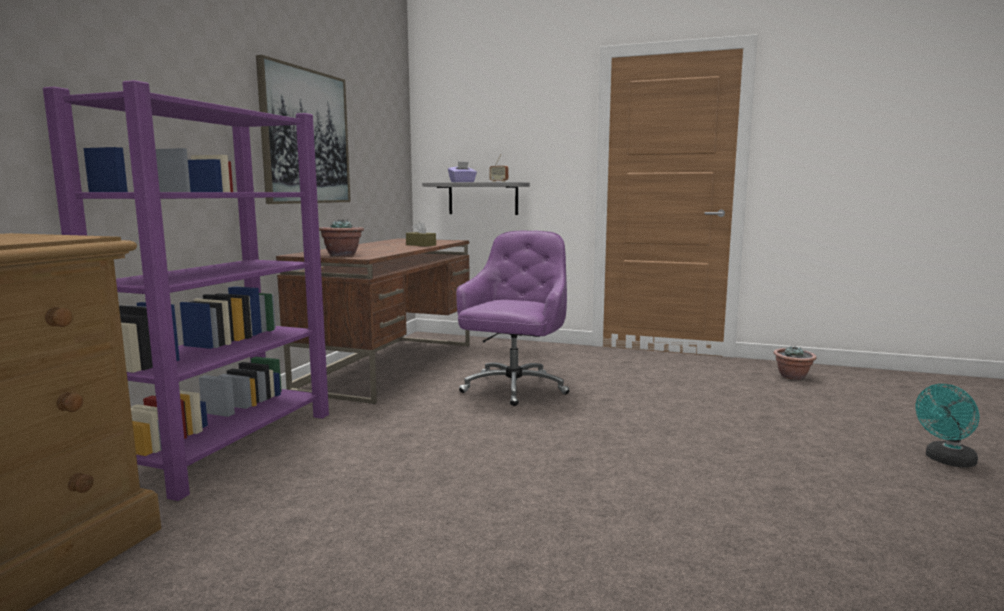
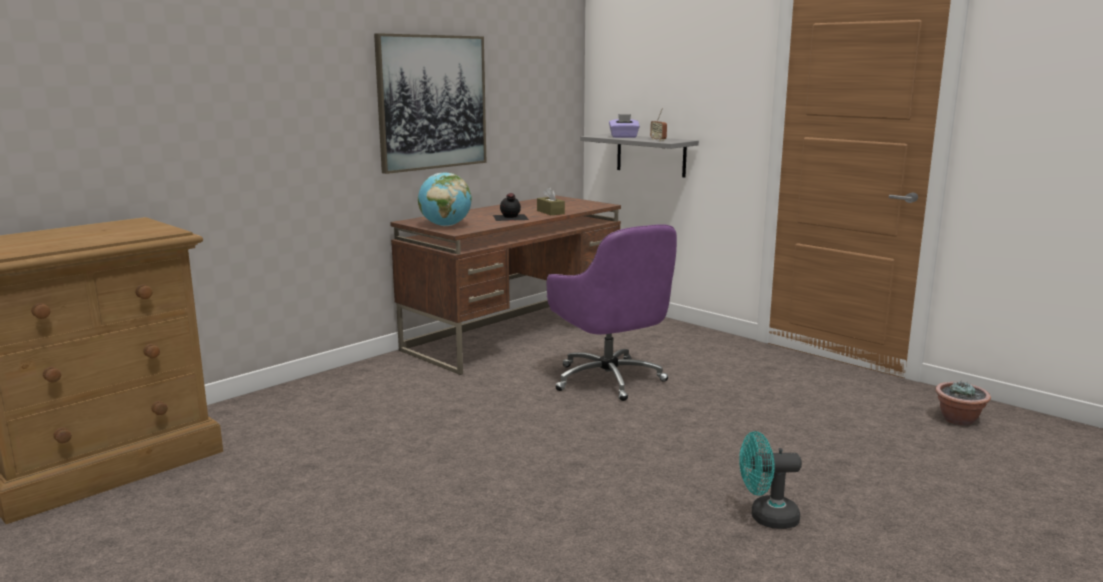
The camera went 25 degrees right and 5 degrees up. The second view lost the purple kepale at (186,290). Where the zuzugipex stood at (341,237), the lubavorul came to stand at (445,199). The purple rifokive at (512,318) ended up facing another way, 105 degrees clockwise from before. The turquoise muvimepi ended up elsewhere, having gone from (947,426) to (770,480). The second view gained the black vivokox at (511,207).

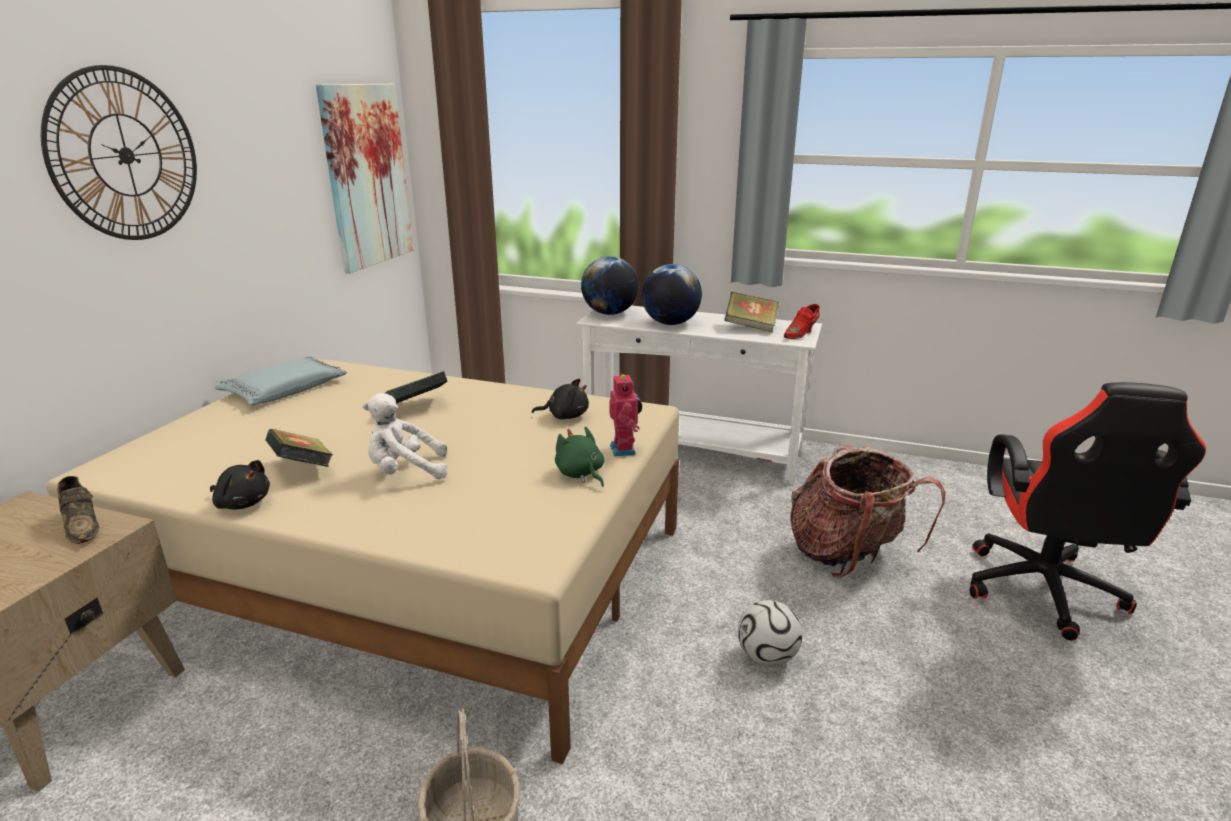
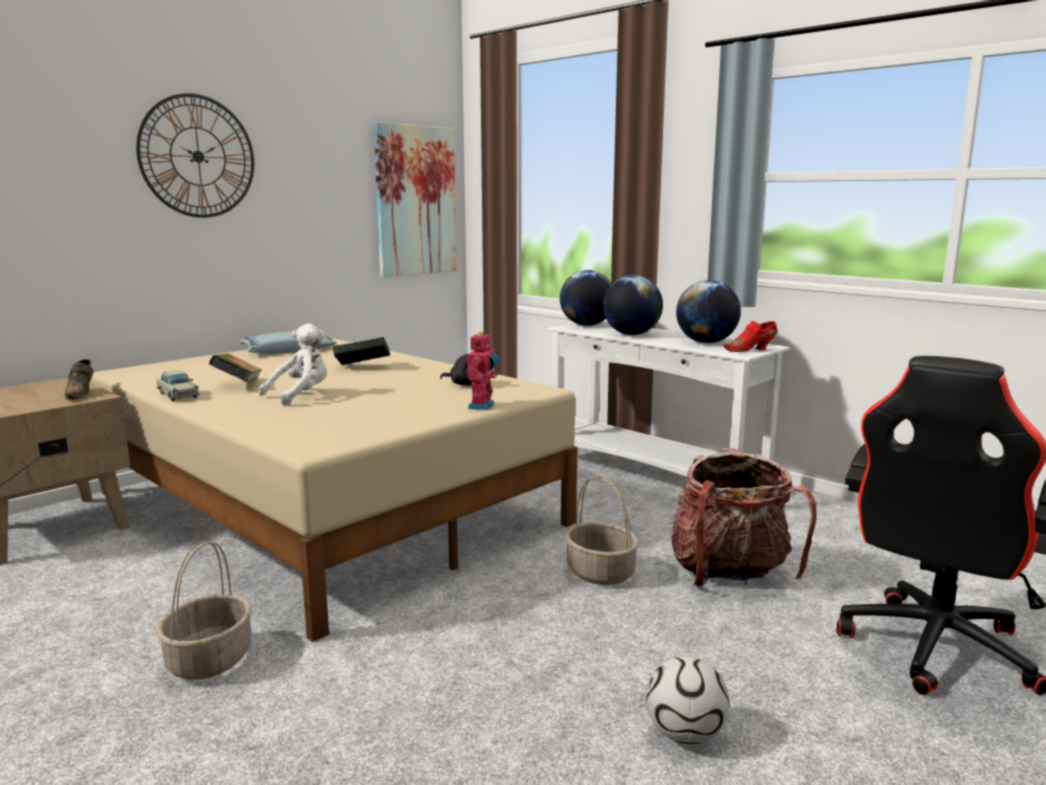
The camera went 25 degrees right and 10 degrees down. Where the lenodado stood at (751,312), the lubavorul came to stand at (708,311). The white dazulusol at (405,436) ended up facing another way, 120 degrees clockwise from before. The second view lost the green dazulusol at (579,457). Where the black dazulusol stood at (240,485), the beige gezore came to stand at (178,385). The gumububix ended up elsewhere, having gone from (770,633) to (687,700). The second view gained the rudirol at (602,530).

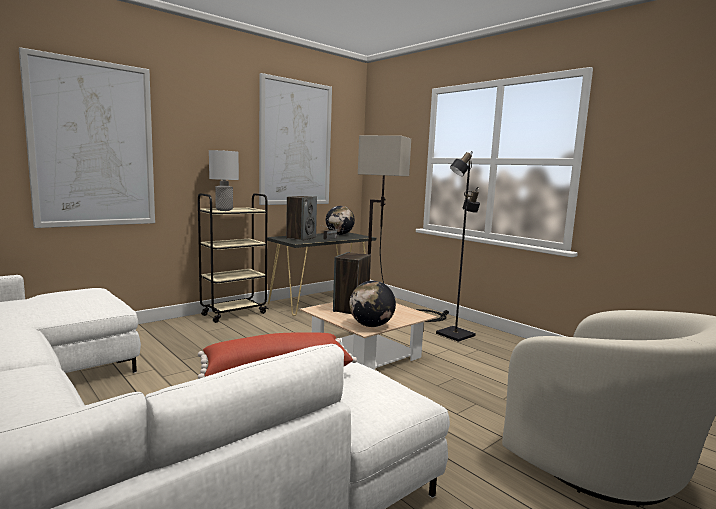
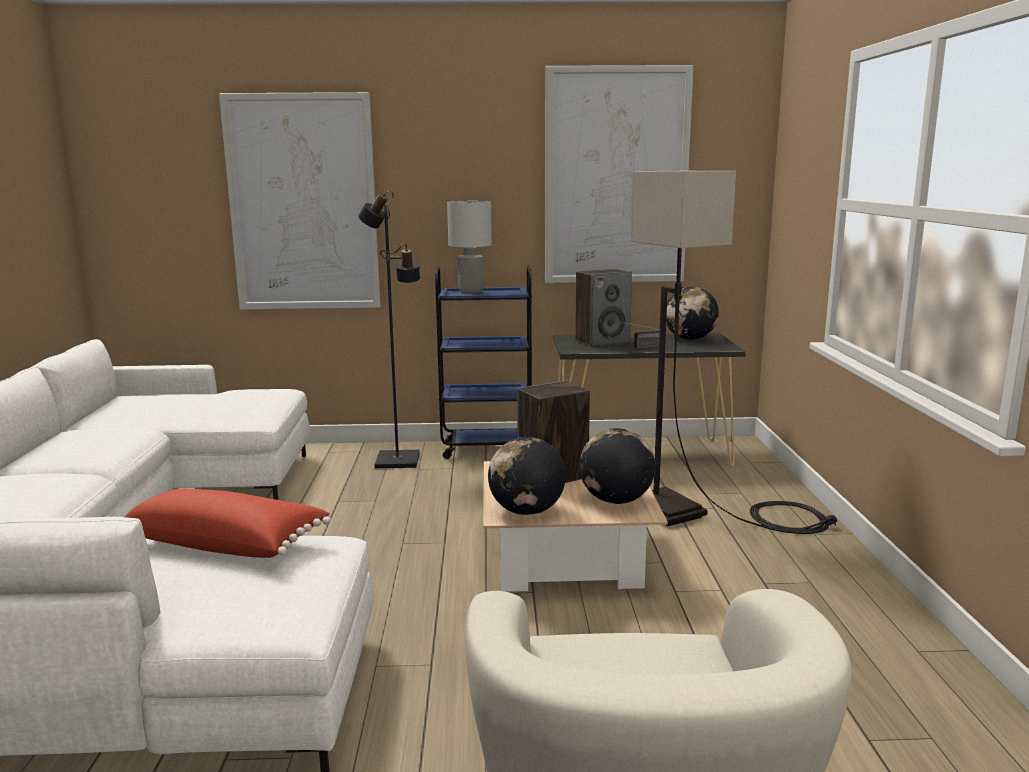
The camera went 40 degrees right and 5 degrees up. The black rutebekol ended up elsewhere, having gone from (458,246) to (389,329). What was the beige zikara at (233,258) turned into the blue zikara at (483,362). The second view gained the lubavorul at (617,466).

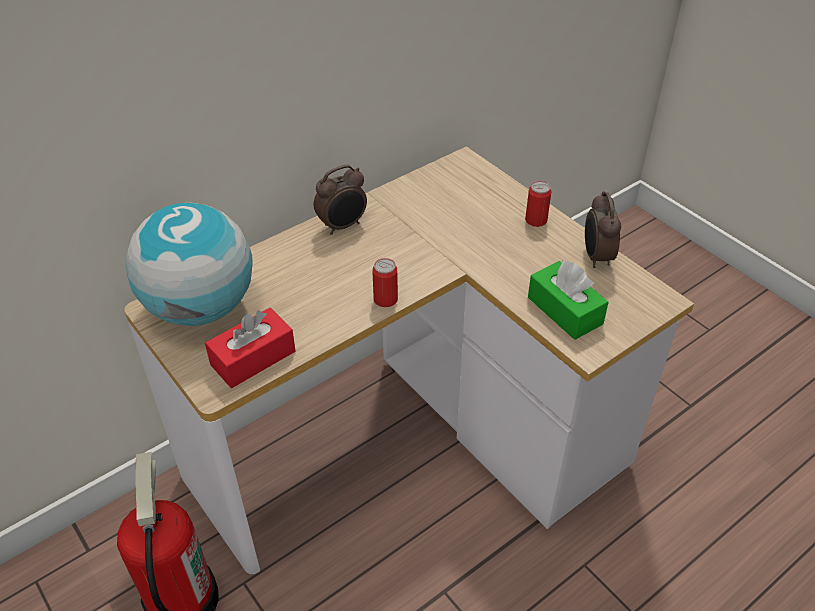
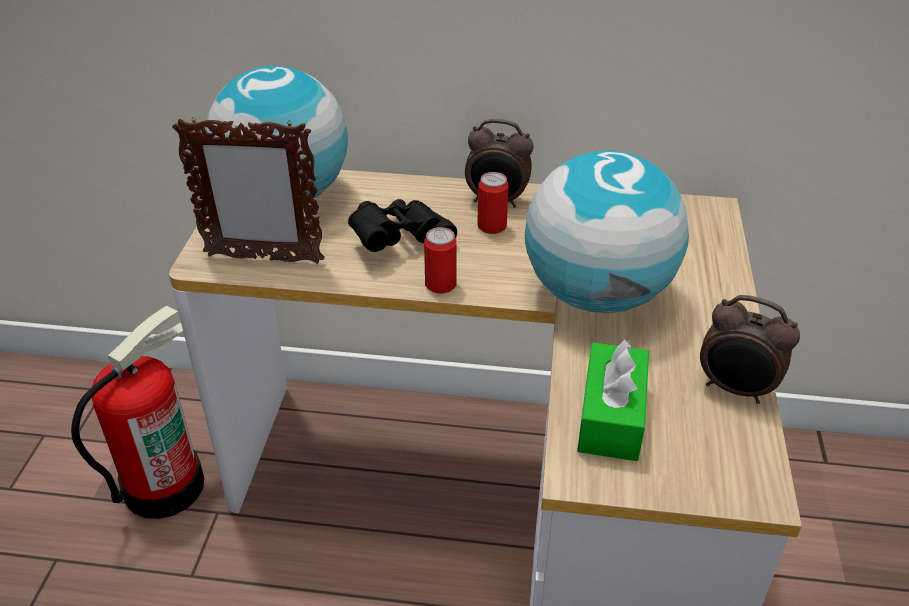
The camera went 45 degrees right and 5 degrees down. The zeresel ended up elsewhere, having gone from (538,204) to (493,203). The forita at (603,229) ended up facing another way, 105 degrees counterclockwise from before. Where the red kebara stood at (250,348), the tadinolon came to stand at (248,190). The second view gained the lubavorul at (607,231). The second view gained the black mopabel at (402,225).

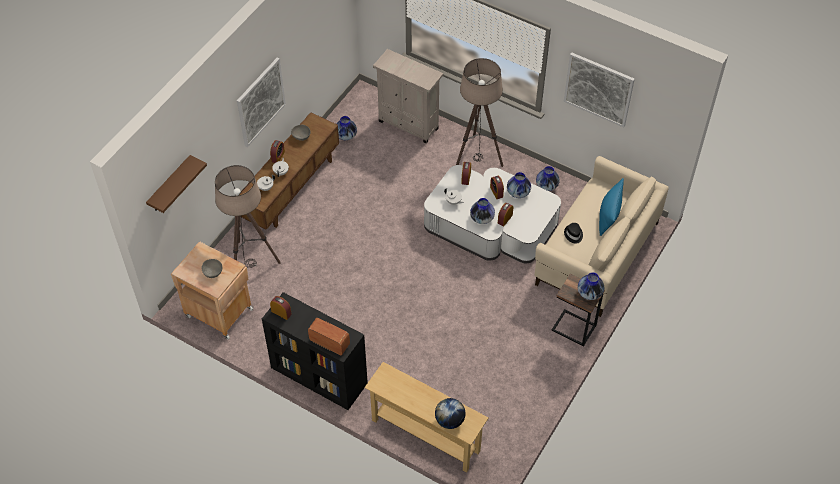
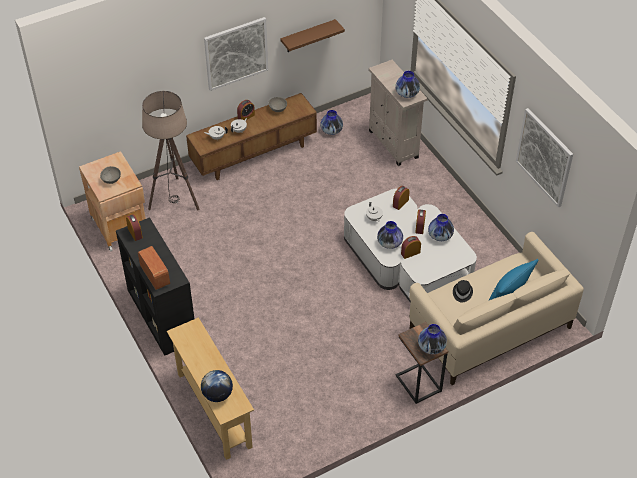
The camera went 30 degrees right and 5 degrees down. The second view lost the rutebekol at (479,112). The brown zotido ended up elsewhere, having gone from (176,184) to (312,35). The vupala ended up elsewhere, having gone from (548,178) to (407,84).

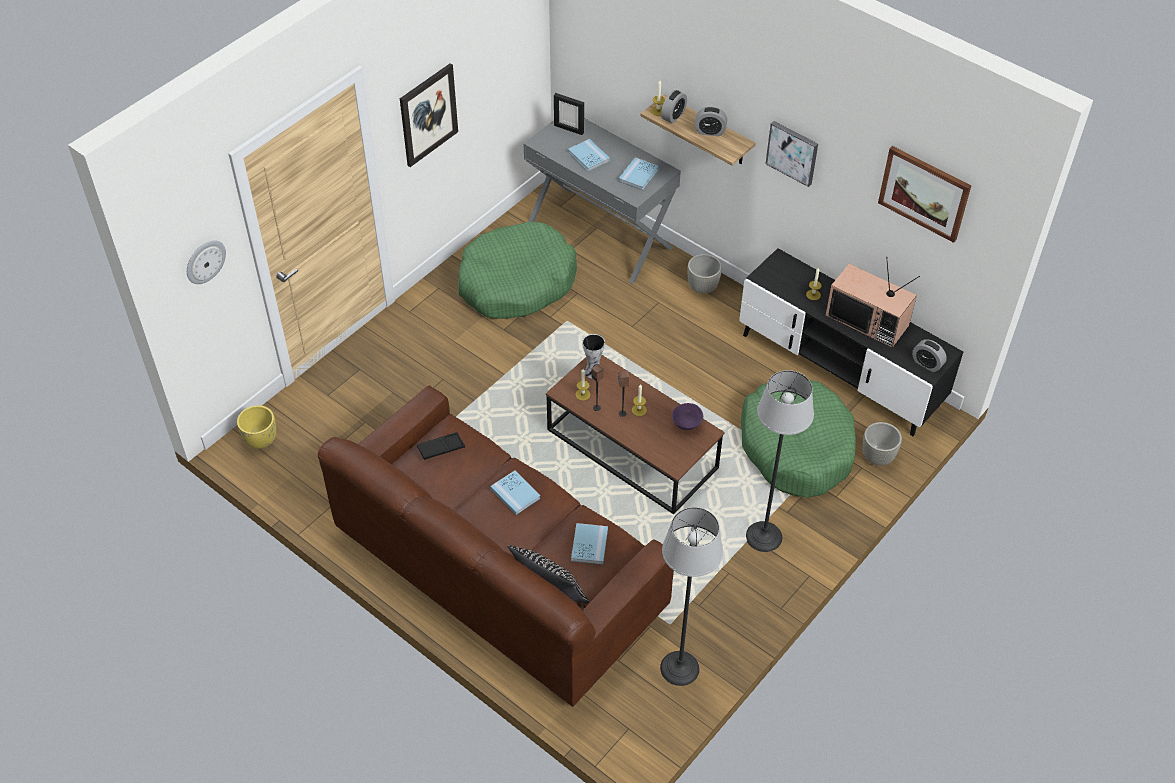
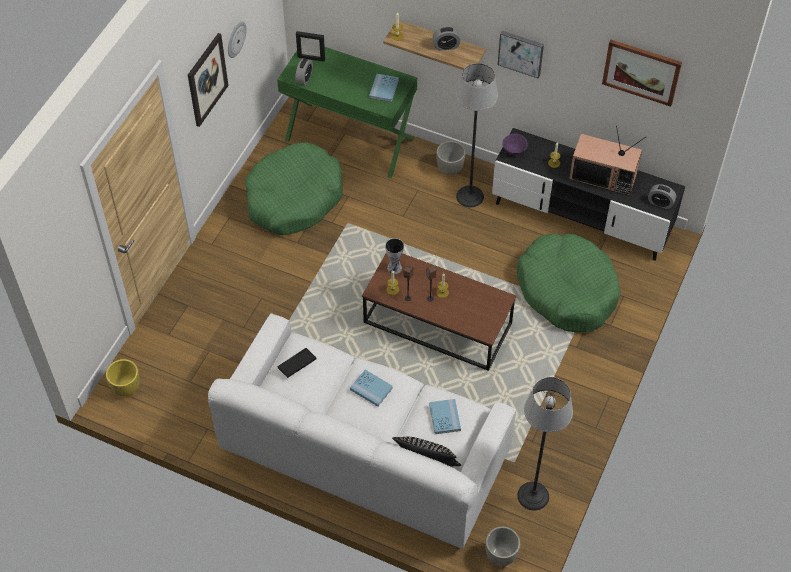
The camera went 15 degrees left and 5 degrees up. The forita ended up elsewhere, having gone from (674,107) to (304,71). What was the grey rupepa at (602,201) turned into the green rupepa at (347,112). The second view lost the blue lenodado at (589,155). The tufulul ended up elsewhere, having gone from (206,262) to (237,40). The rutebekol ended up elsewhere, having gone from (780,461) to (477,135). What was the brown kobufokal at (496,546) turned into the white kobufokal at (362,431). The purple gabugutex ended up elsewhere, having gone from (687,416) to (515,144). The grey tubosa ended up elsewhere, having gone from (882,444) to (502,546).

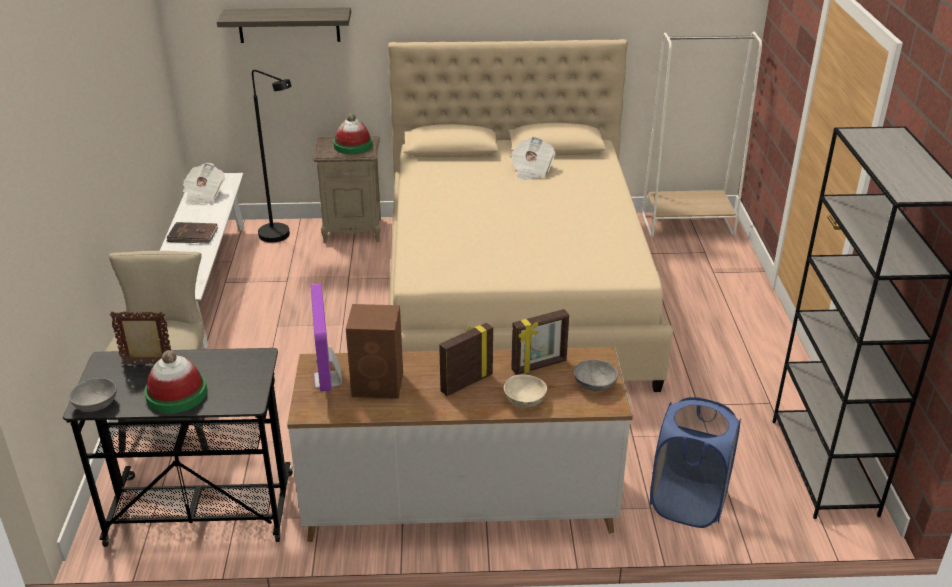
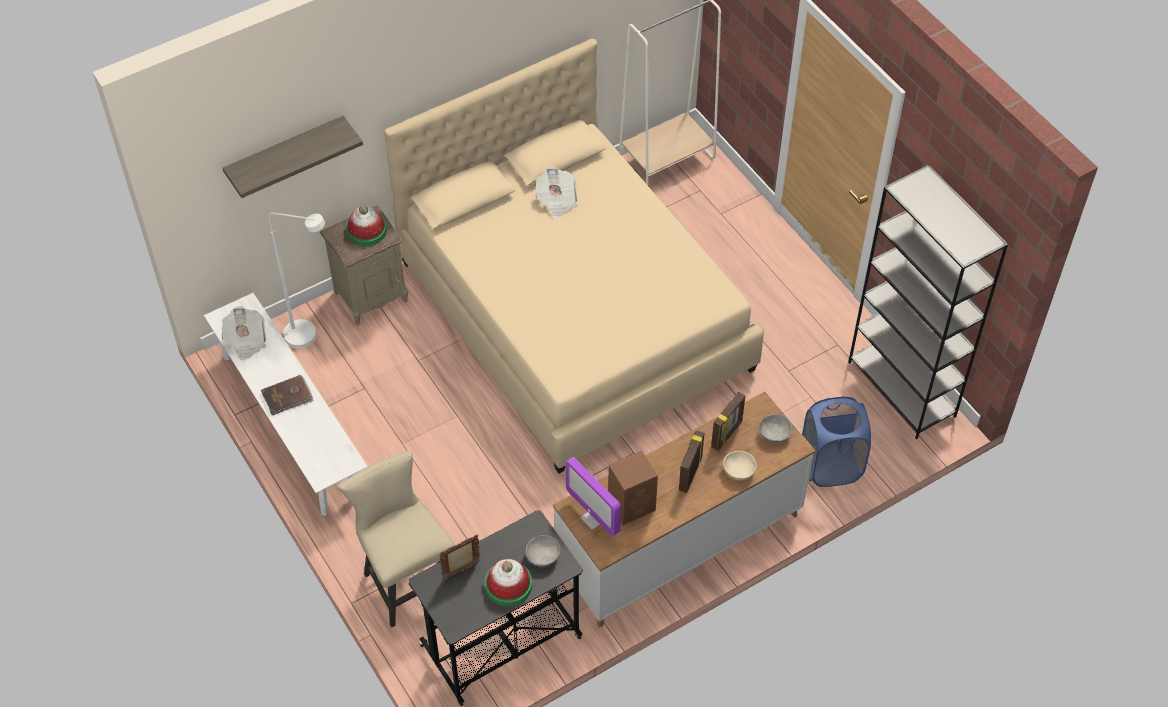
The camera went 30 degrees left and 20 degrees up. What was the black rutebekol at (272,156) turned into the white rutebekol at (296,281). The grey gabugutex ended up elsewhere, having gone from (92,395) to (543,551).

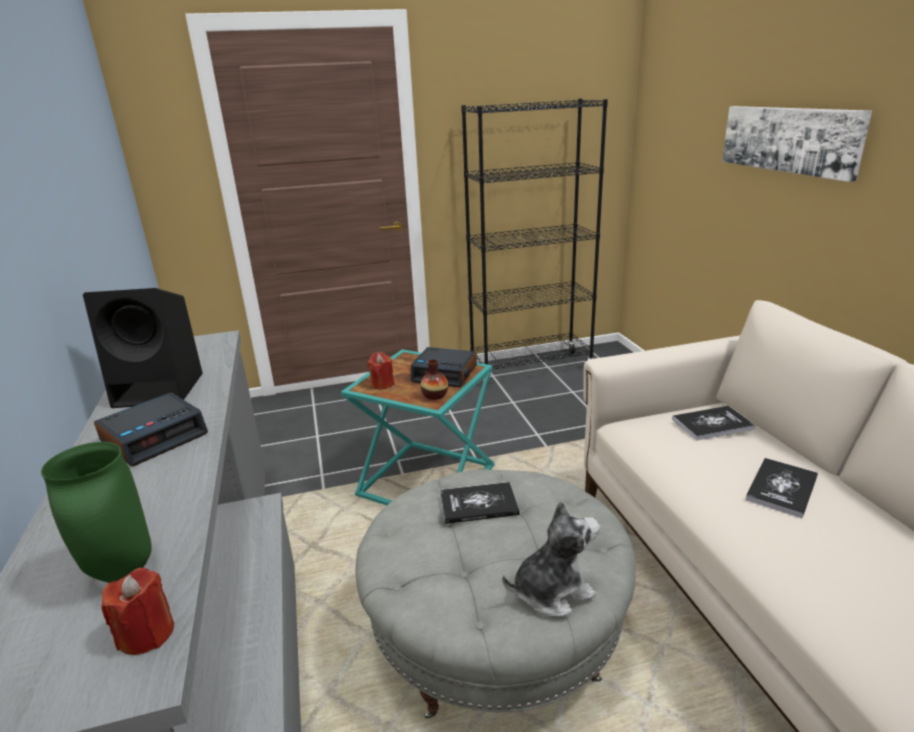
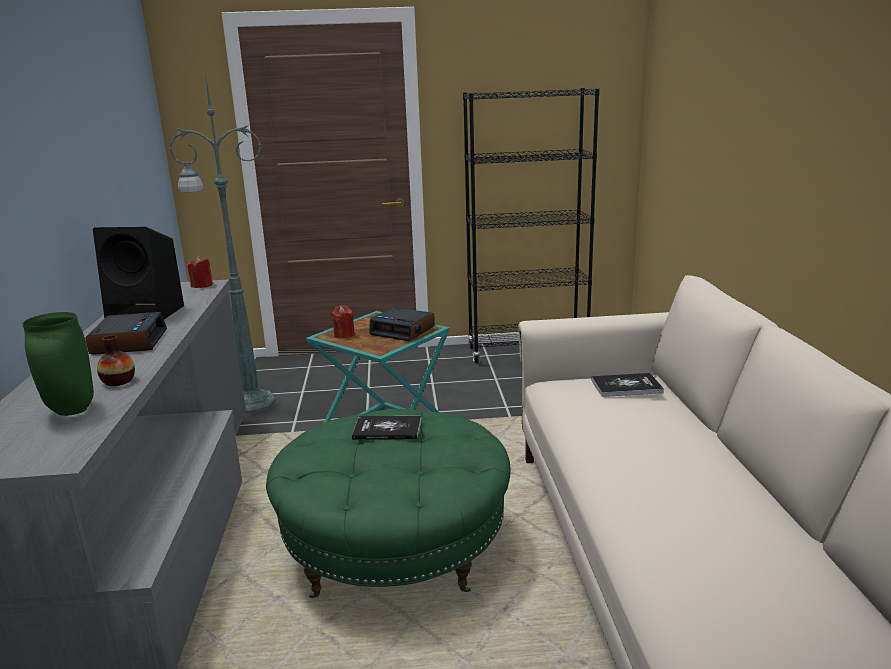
The camera went 10 degrees right and 5 degrees down. The second view lost the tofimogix at (797,144). The vupala ended up elsewhere, having gone from (434,379) to (116,360). The forita at (151,429) ended up facing another way, 60 degrees counterclockwise from before. The second view lost the lenodado at (781,488). What was the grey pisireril at (495,594) turned into the green pisireril at (388,503). The second view lost the dazulusol at (551,558). The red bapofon ended up elsewhere, having gone from (137,611) to (200,272). The second view gained the green rutebekol at (222,243).

